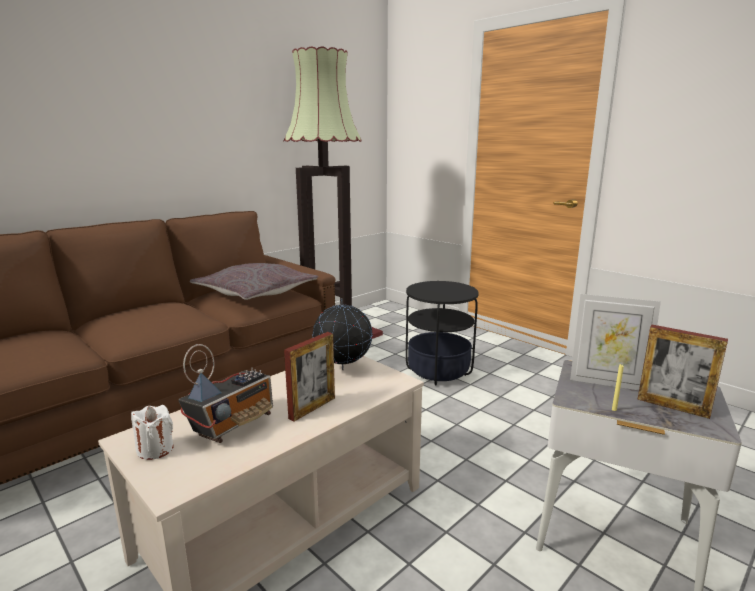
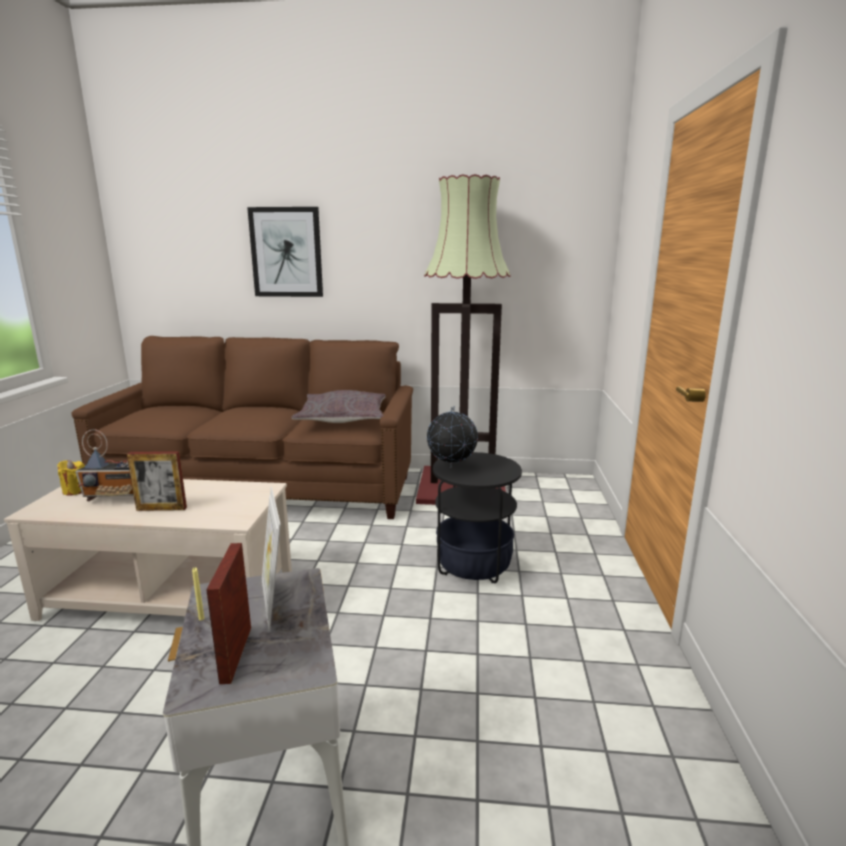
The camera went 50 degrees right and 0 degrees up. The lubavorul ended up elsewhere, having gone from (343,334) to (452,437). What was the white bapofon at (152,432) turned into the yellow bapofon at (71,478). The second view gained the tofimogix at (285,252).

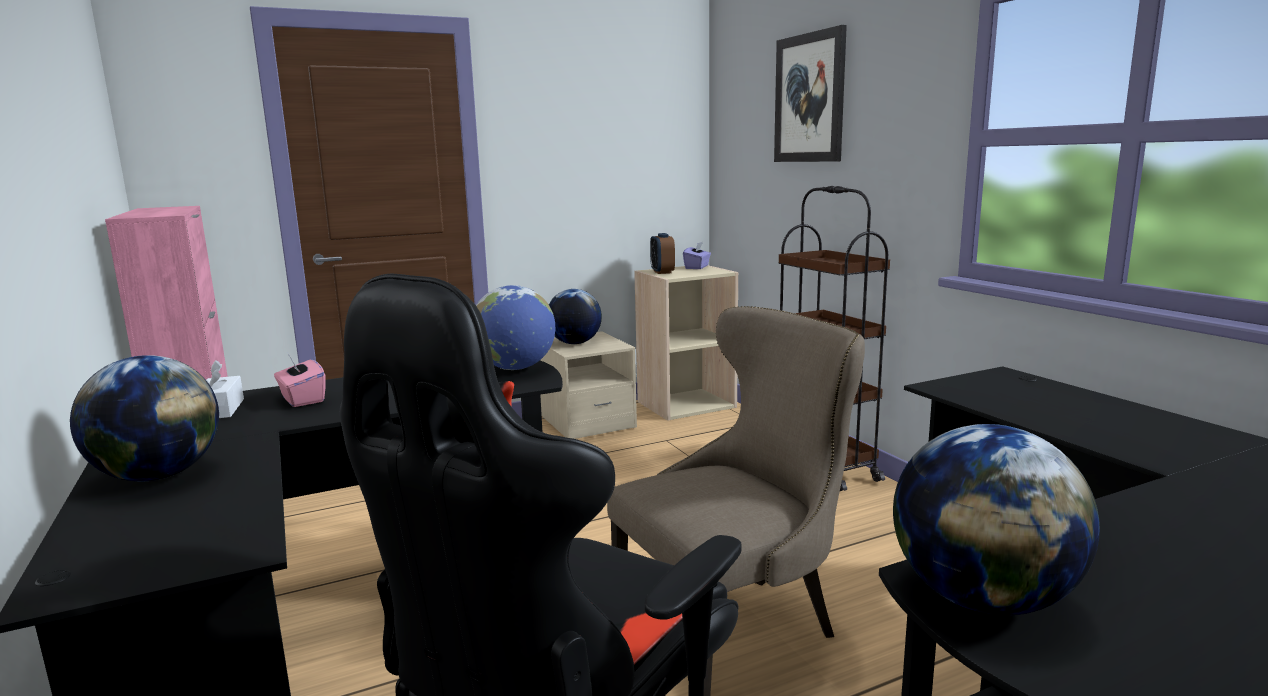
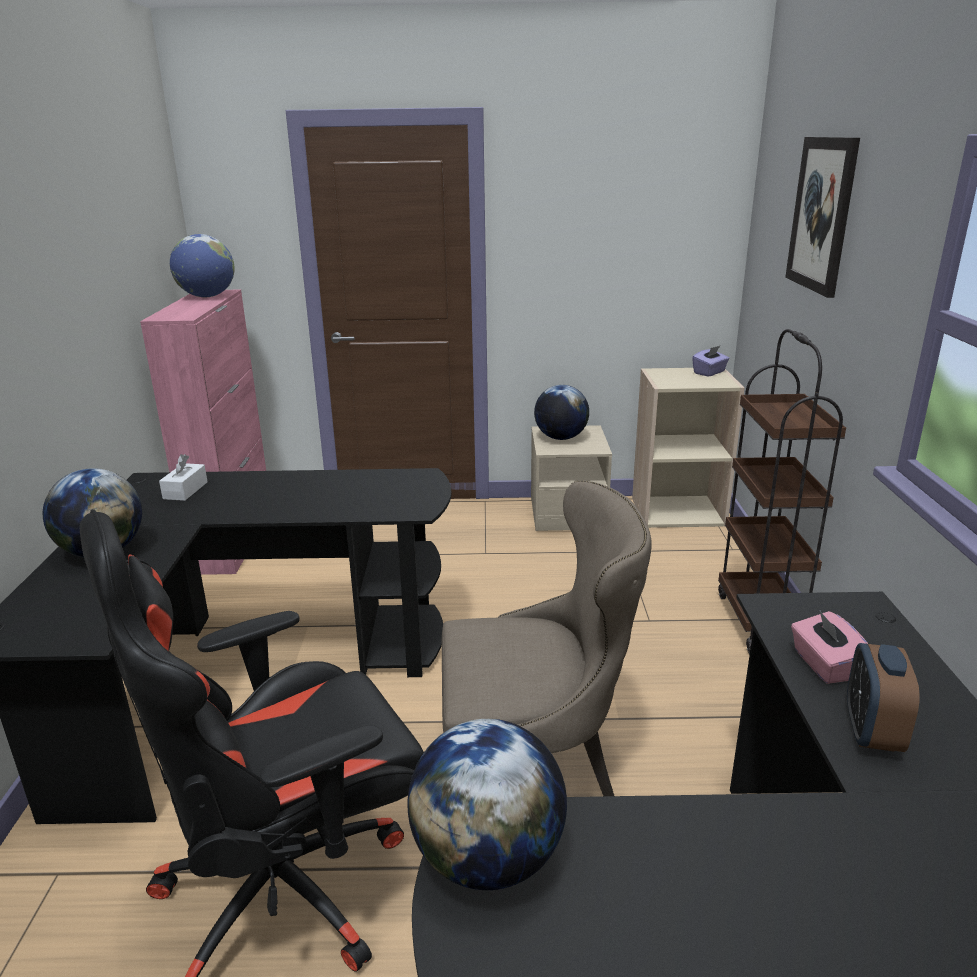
The camera went 25 degrees right and 10 degrees up. The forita ended up elsewhere, having gone from (662,253) to (883,697). The lubavorul ended up elsewhere, having gone from (515,327) to (202,265). The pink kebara ended up elsewhere, having gone from (299,380) to (829,647).

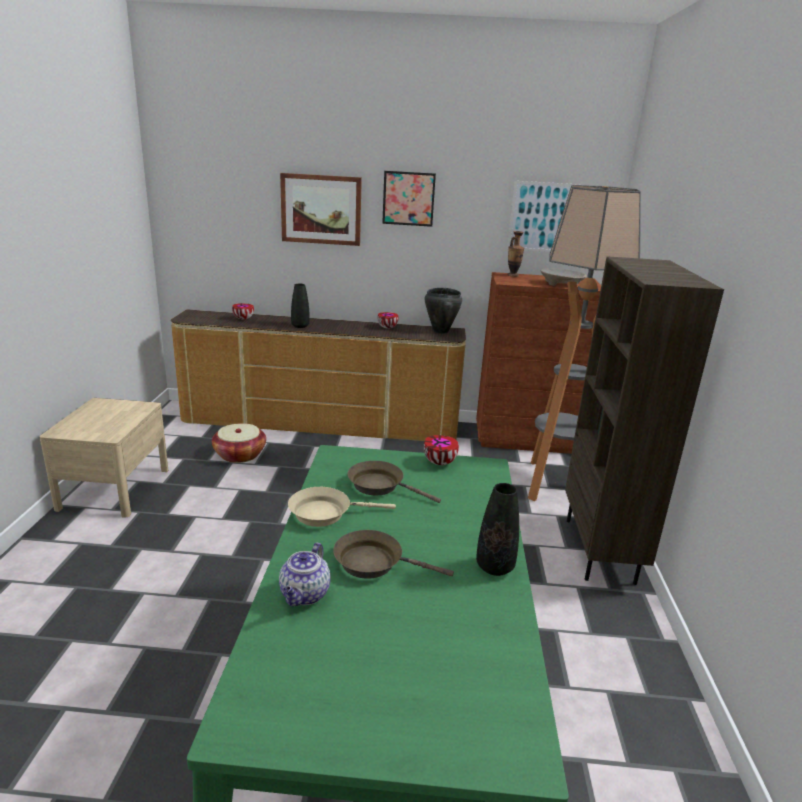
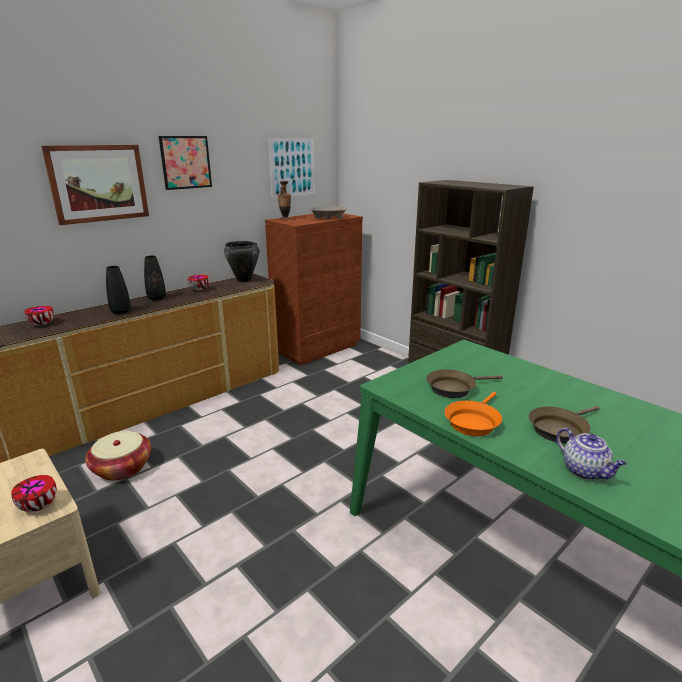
The camera went 45 degrees left and 0 degrees up. The second view lost the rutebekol at (584,343). The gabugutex ended up elsewhere, having gone from (441,450) to (34,493). The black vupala ended up elsewhere, having gone from (497,529) to (155,278). What was the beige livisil at (342,507) turned into the orange livisil at (473,414).

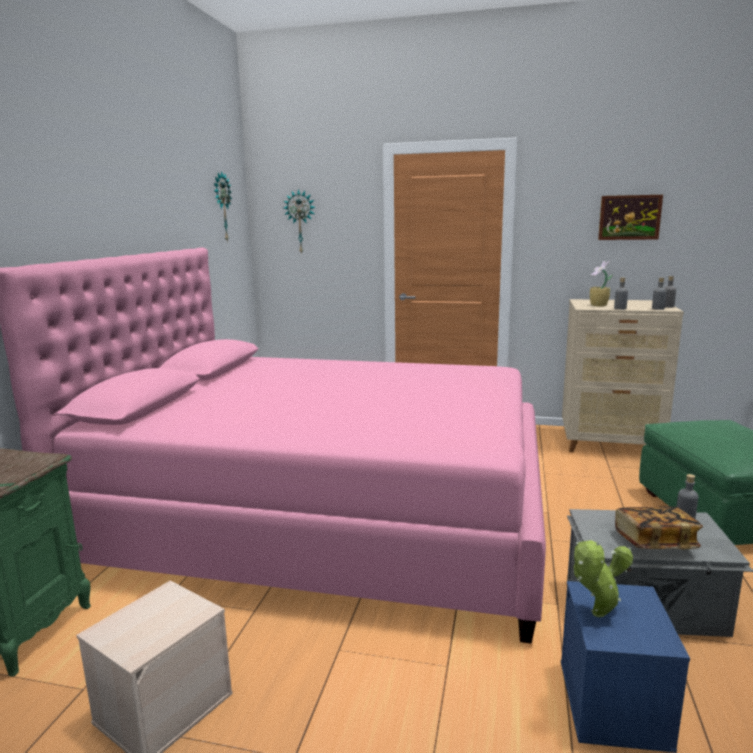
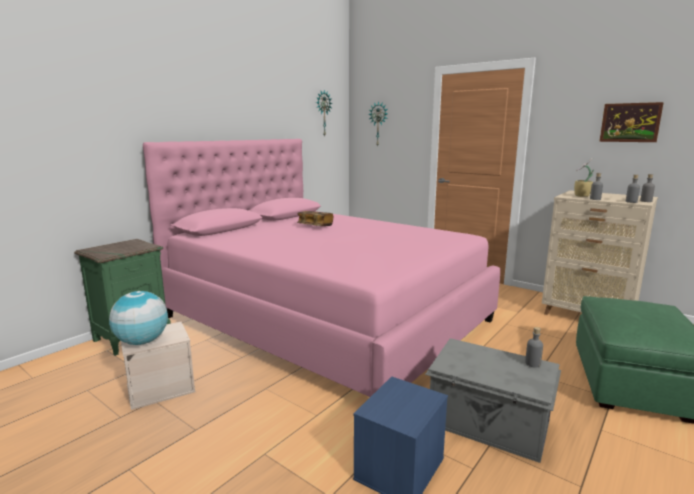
The camera went 25 degrees right and 0 degrees up. The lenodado ended up elsewhere, having gone from (659,527) to (315,218). The second view lost the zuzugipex at (603,578). The second view gained the lubavorul at (138,318).

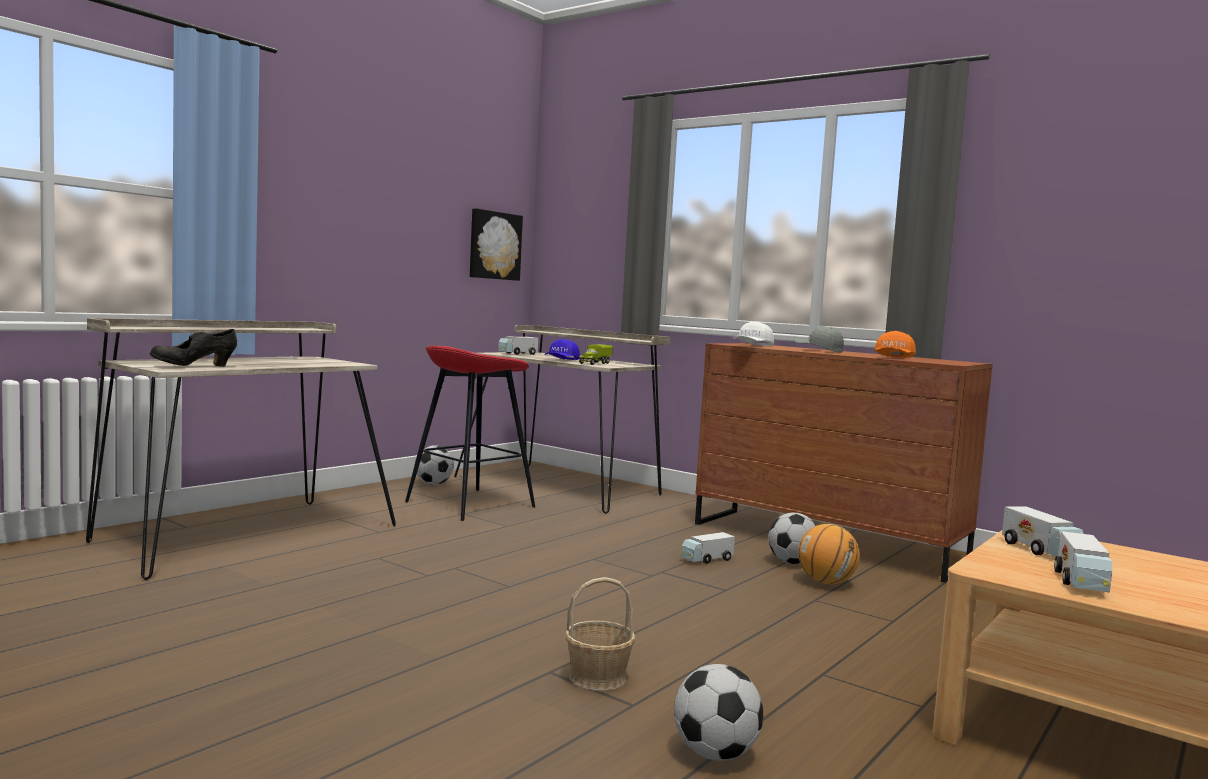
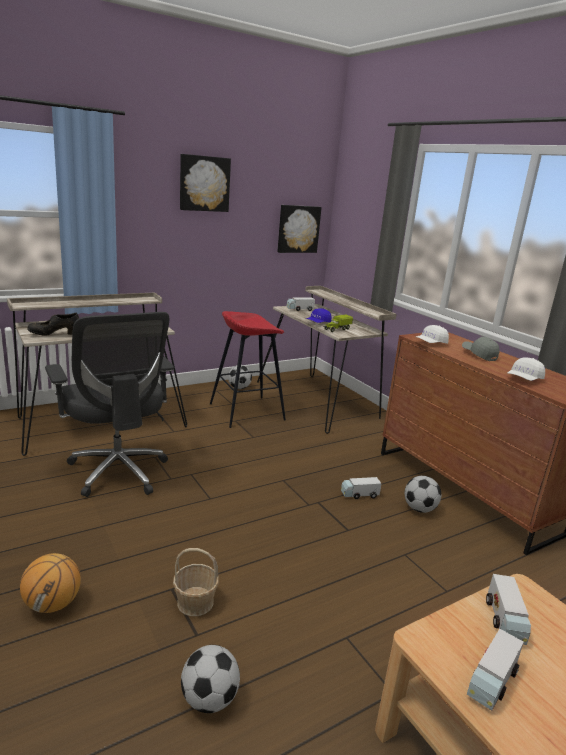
The camera went 20 degrees right and 15 degrees up. What was the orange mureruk at (895,344) turned into the white mureruk at (526,369). The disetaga ended up elsewhere, having gone from (829,554) to (50,583). The second view gained the tofimogix at (205,183). The second view gained the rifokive at (109,404).

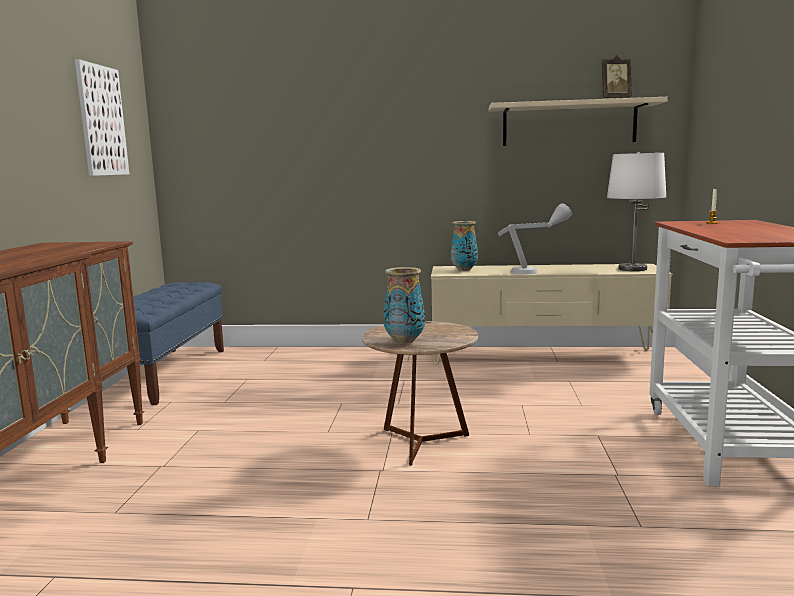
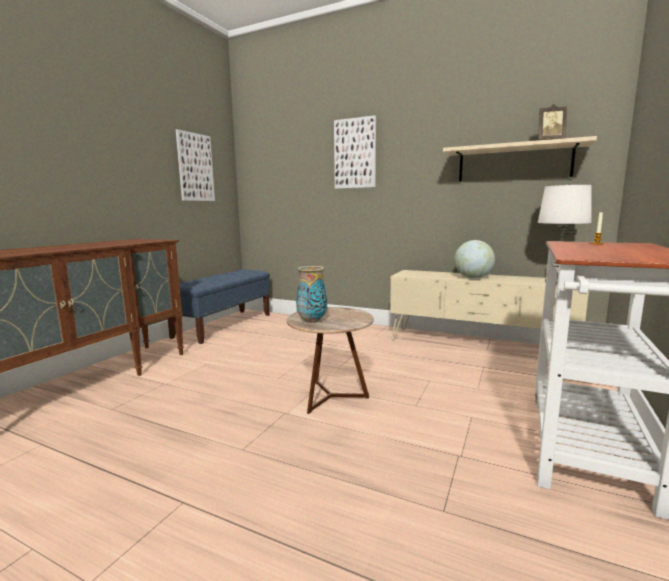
The camera went 20 degrees right and 0 degrees up. Where the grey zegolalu stood at (535,238), the lubavorul came to stand at (474,259). The second view lost the vupala at (464,246). The second view gained the tofimogix at (355,152).

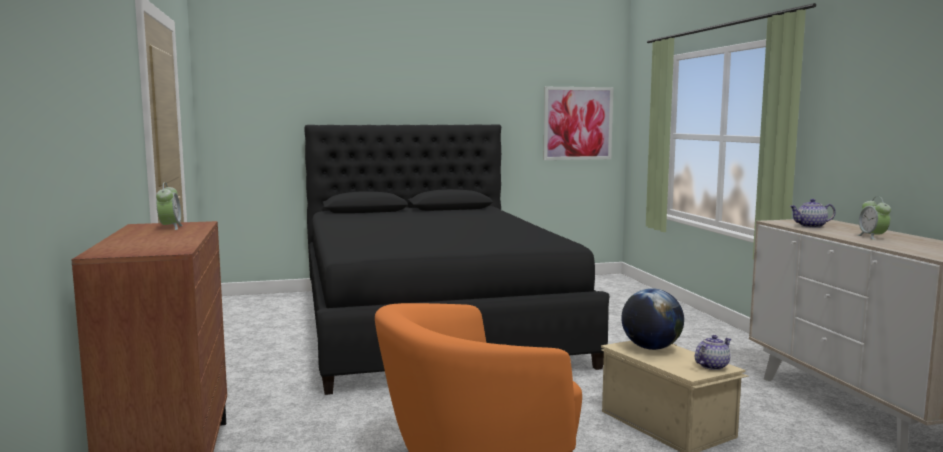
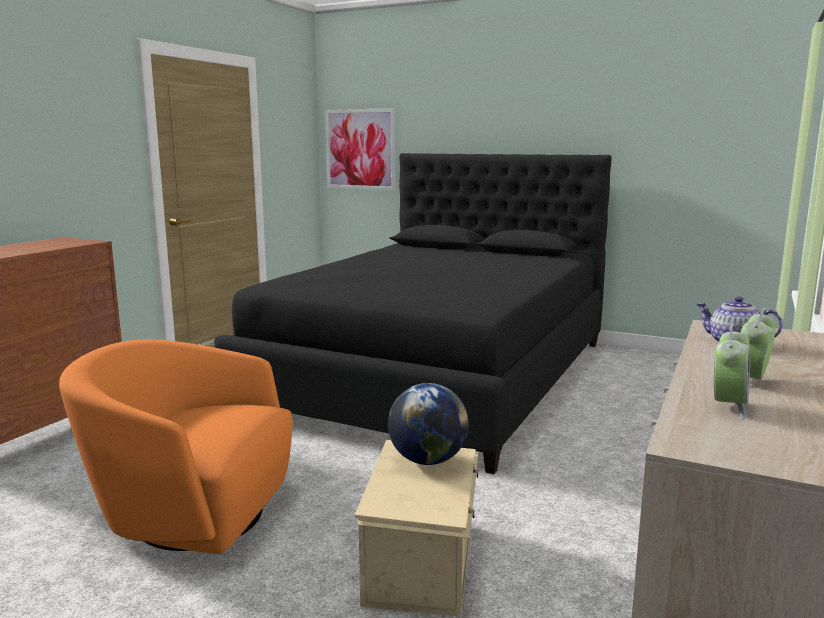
The camera went 40 degrees right and 5 degrees up. The tofimogix ended up elsewhere, having gone from (578,123) to (360,149). The forita ended up elsewhere, having gone from (169,206) to (731,372). The second view lost the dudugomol at (713,352).

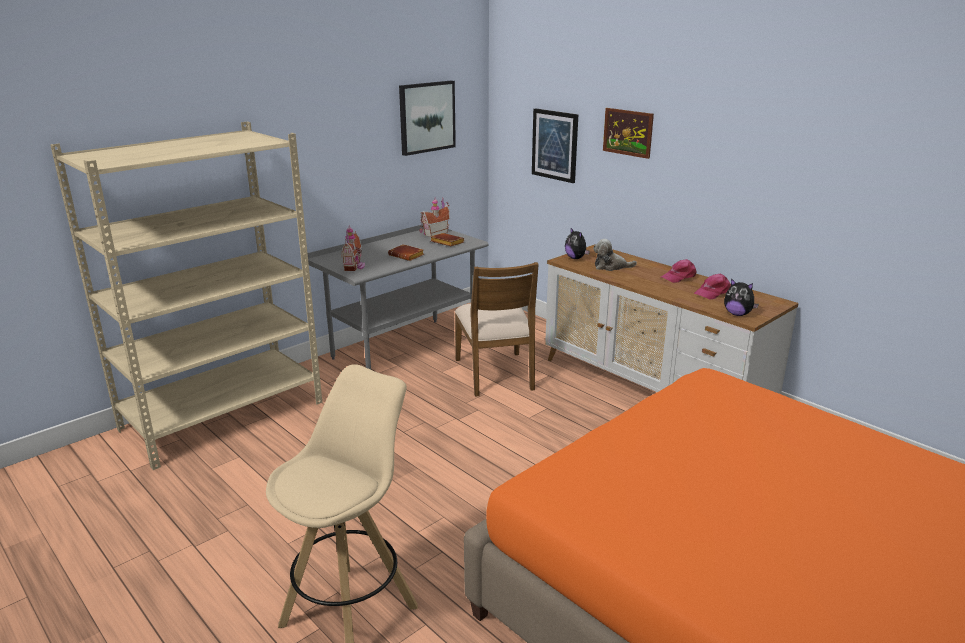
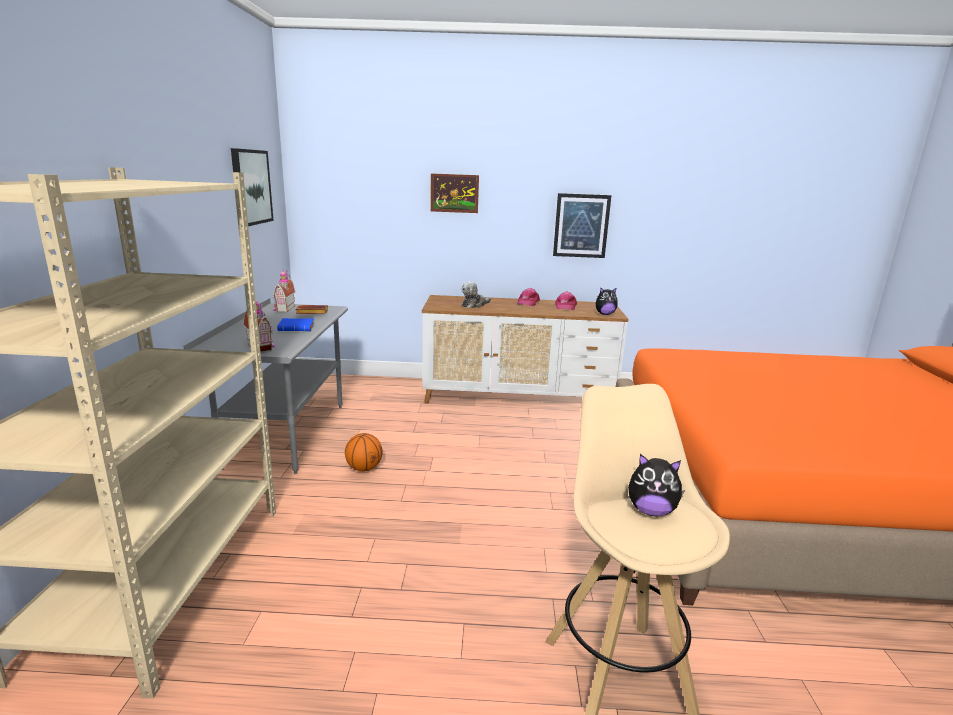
The camera went 45 degrees left and 5 degrees down. The tofimogix ended up elsewhere, having gone from (555,145) to (582,225). The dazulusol ended up elsewhere, having gone from (577,243) to (656,485). What was the brown lenodado at (406,252) turned into the blue lenodado at (295,324). The second view lost the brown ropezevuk at (497,329). The second view gained the disetaga at (364,452).

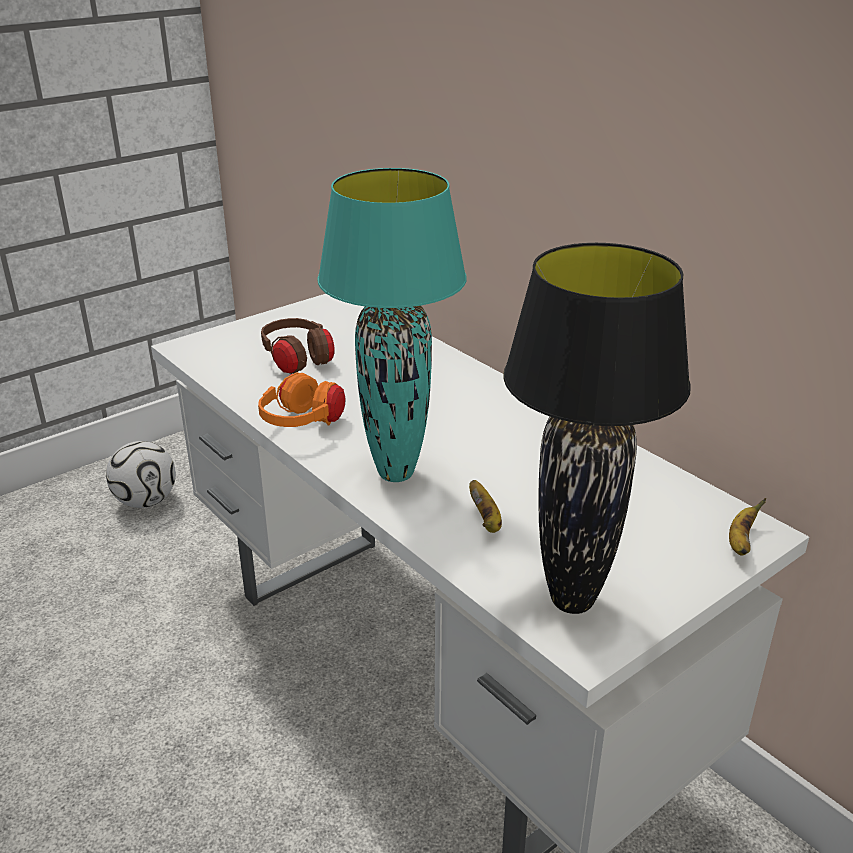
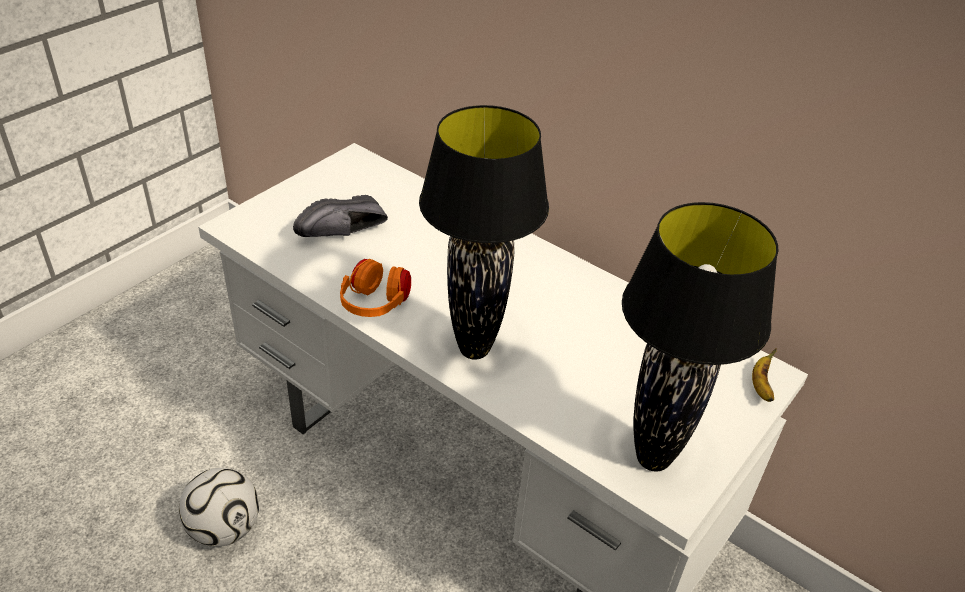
The camera went 15 degrees left and 10 degrees up. What was the turquoise zegolalu at (392,325) turned into the black zegolalu at (484,232). Where the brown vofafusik stood at (298,346), the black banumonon came to stand at (340,216). The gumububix ended up elsewhere, having gone from (141,474) to (219,507). The second view lost the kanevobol at (485,506).

